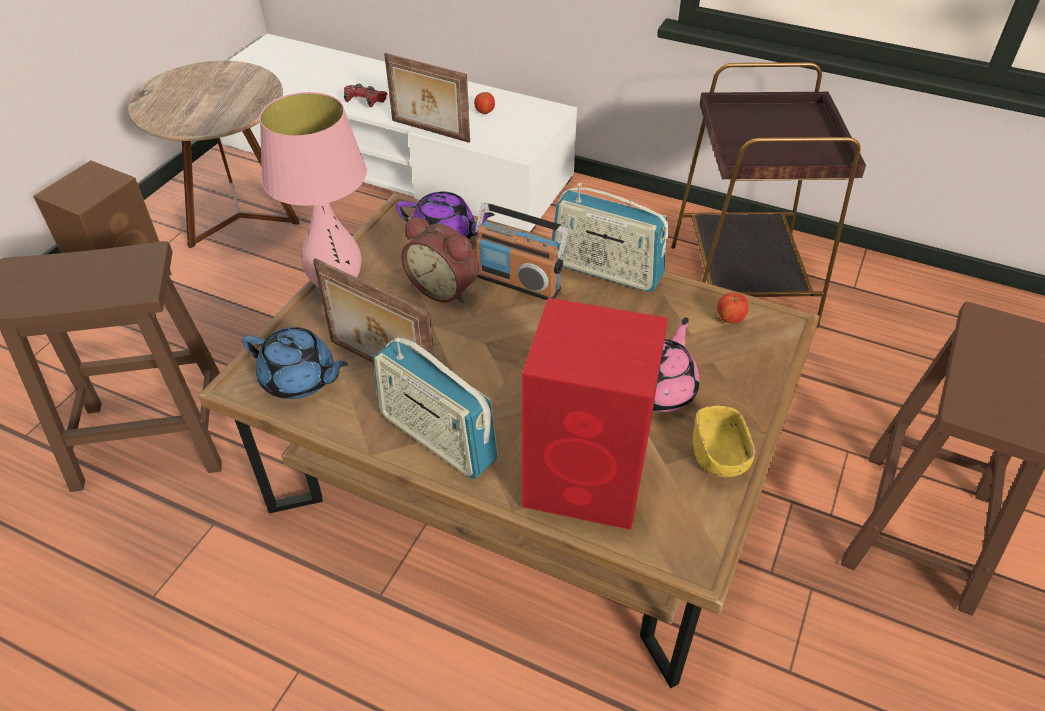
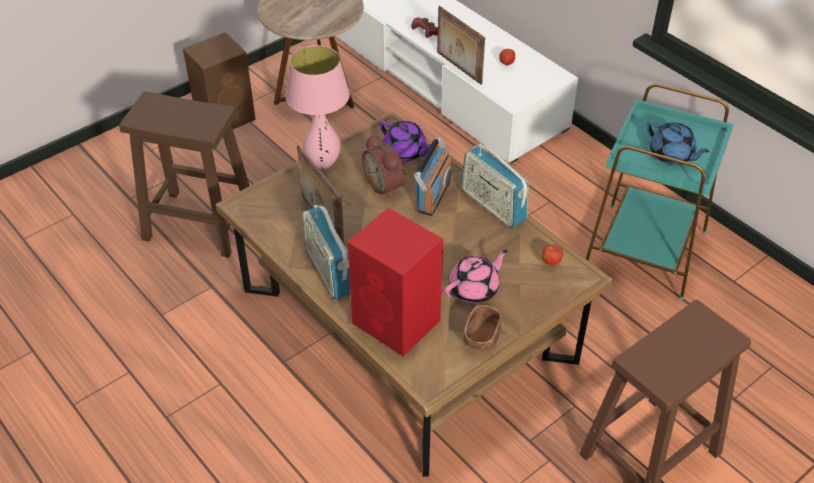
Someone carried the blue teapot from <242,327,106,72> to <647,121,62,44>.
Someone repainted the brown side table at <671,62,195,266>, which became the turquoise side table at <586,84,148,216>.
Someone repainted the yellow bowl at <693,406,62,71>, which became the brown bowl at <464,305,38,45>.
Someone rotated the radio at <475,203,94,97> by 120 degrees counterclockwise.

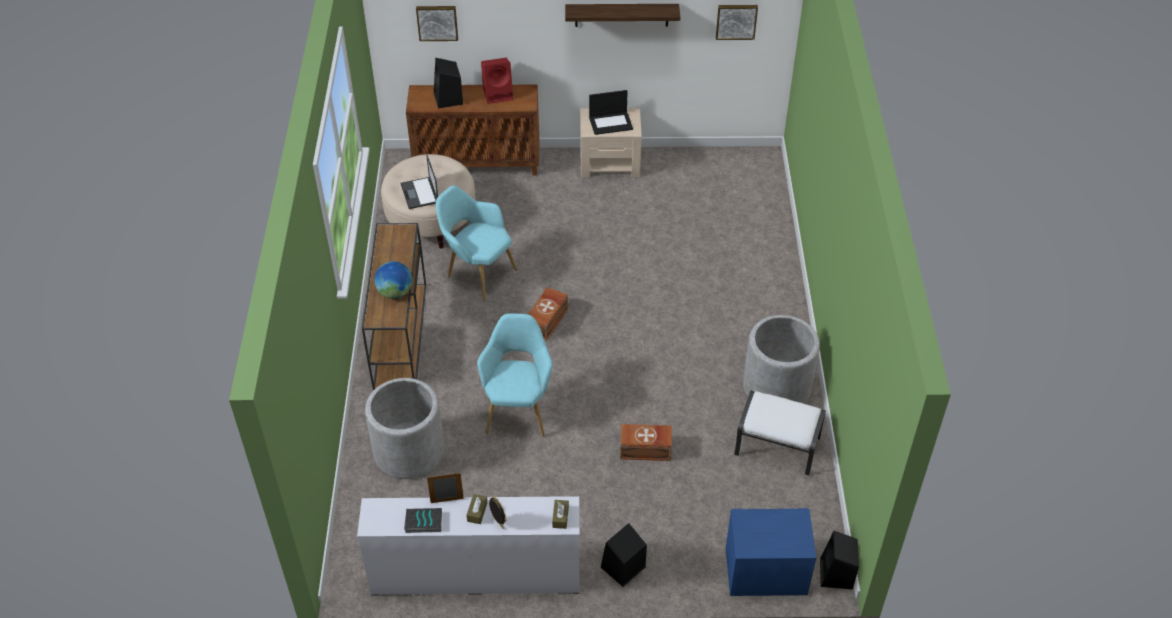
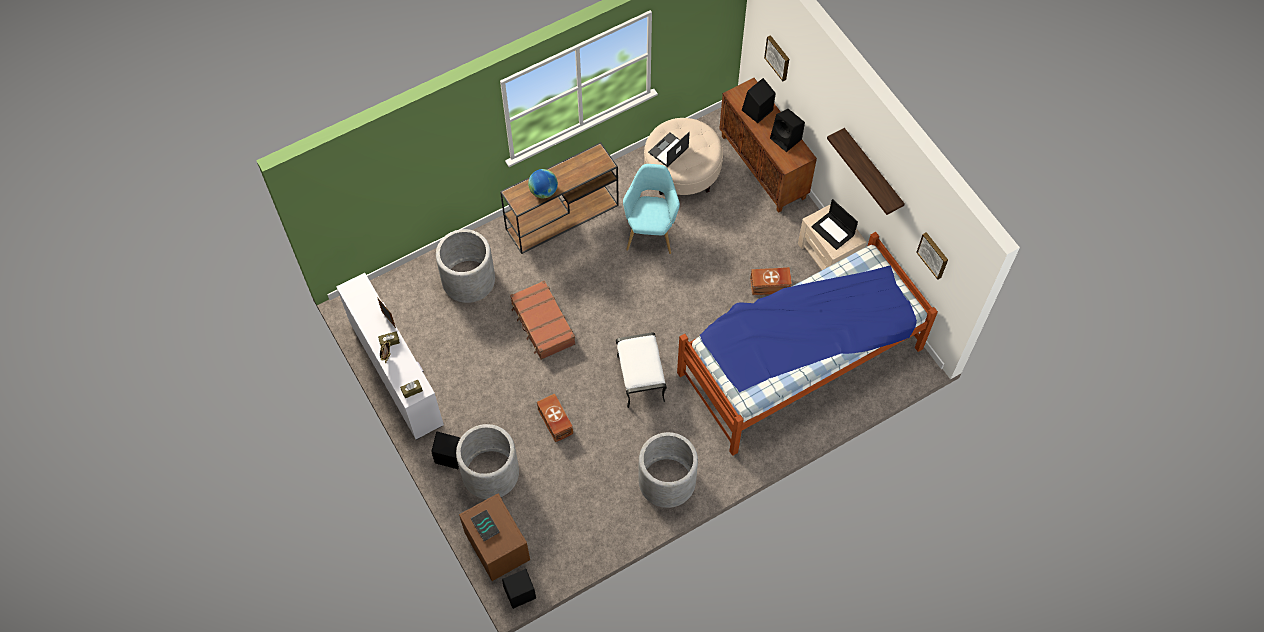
Someone put down the grey planter at <456,424,63,75>.
Someone put down the bed at <677,232,261,224>.
Someone carried the book from <404,508,38,25> to <471,510,29,31>.
Someone carried the brown storage box from <528,287,40,54> to <750,267,42,28>.
Someone carried the white ottoman from <734,391,92,85> to <616,333,51,75>.
Someone swapped the turquoise armchair at <477,313,75,124> for the brown suitcase at <510,280,65,80>.
Someone repainted the red speaker at <481,58,32,46>, which became the black speaker at <770,109,35,43>.
Someone repainted the blue nightstand at <726,508,90,88>, which became the brown nightstand at <459,494,71,87>.

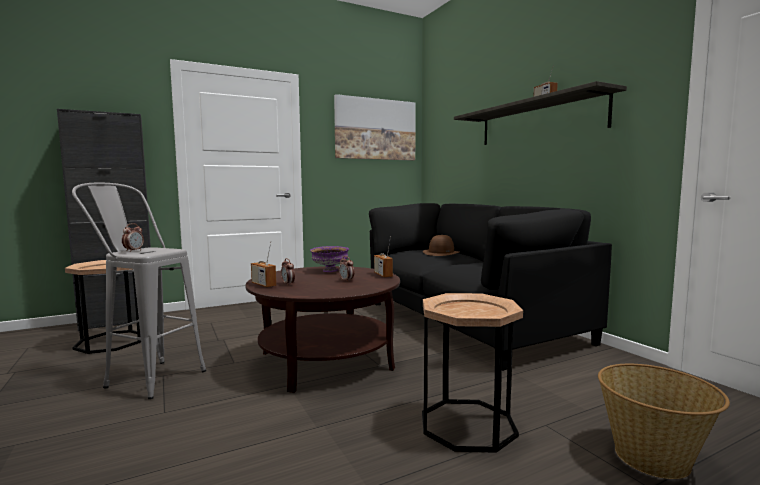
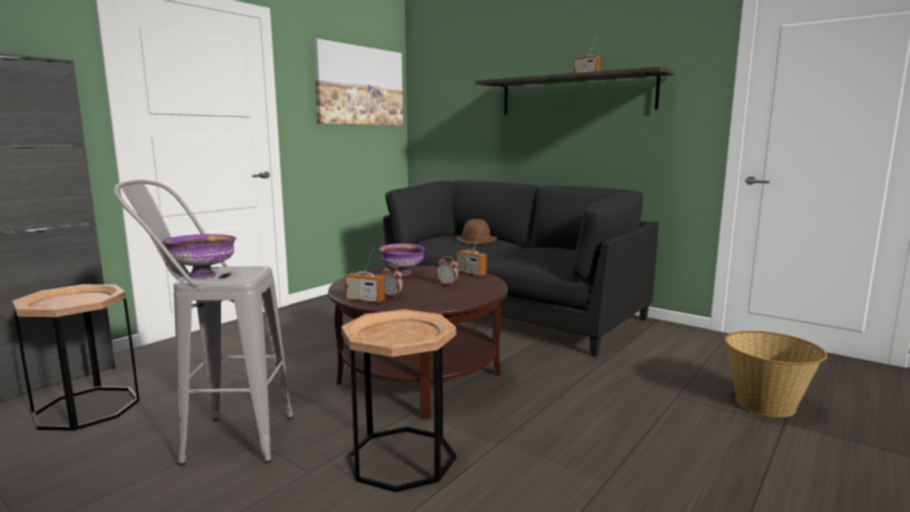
Someone carried the brown side table from <422,293,101,160> to <341,309,115,183>.
Someone swapped the alarm clock at <122,223,22,29> for the purple bowl at <162,234,75,44>.

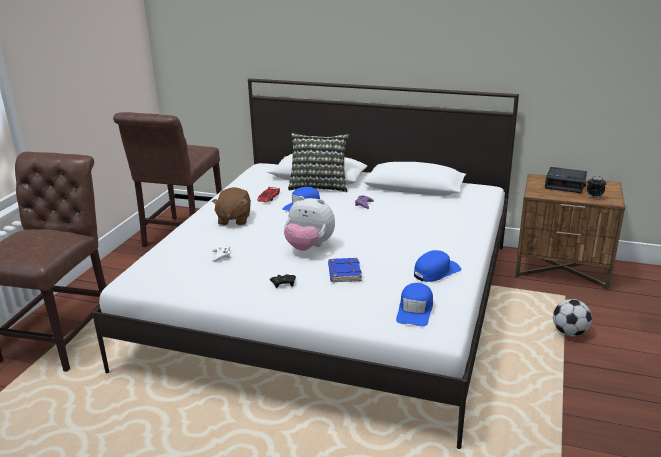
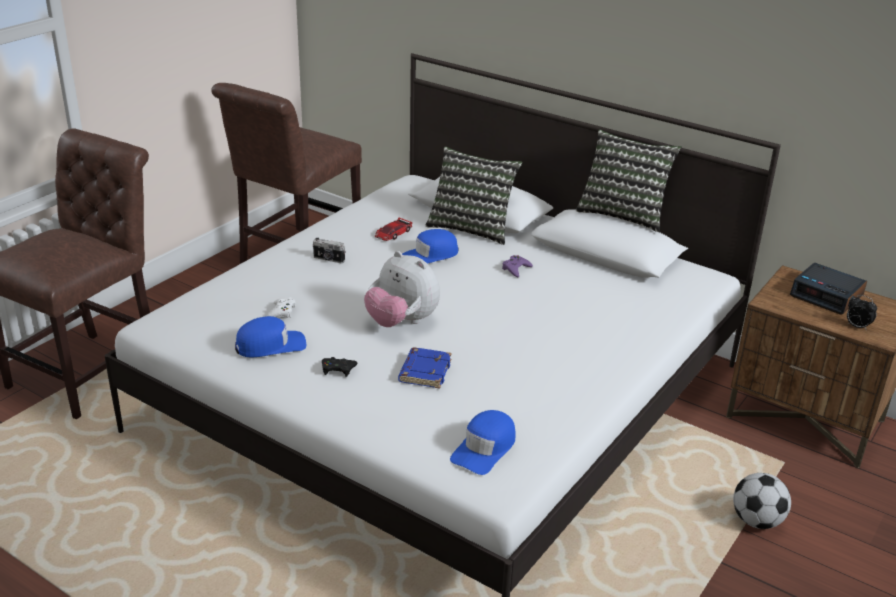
Someone put down the pillow at <576,130,106,102>.
Someone carried the blue cap from <414,250,48,32> to <235,316,71,41>.
Someone swapped the brown plush toy at <212,187,39,38> for the photo camera at <313,238,32,26>.

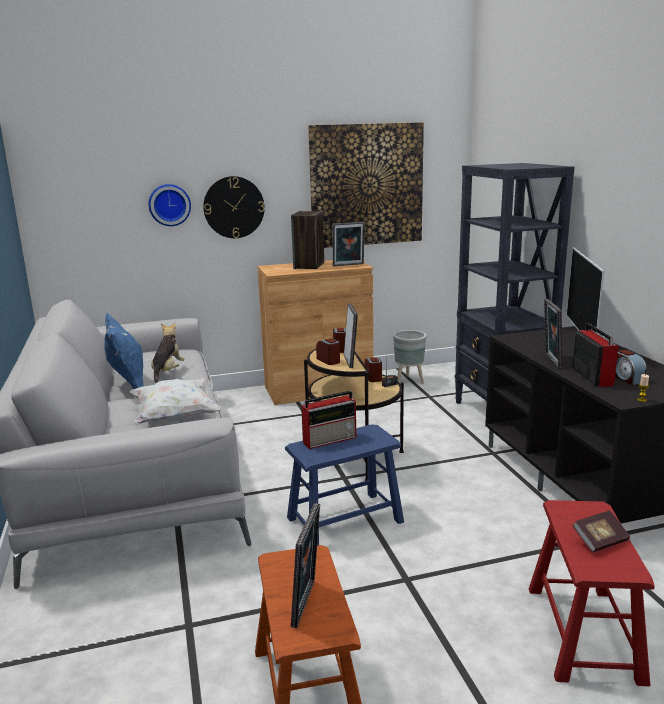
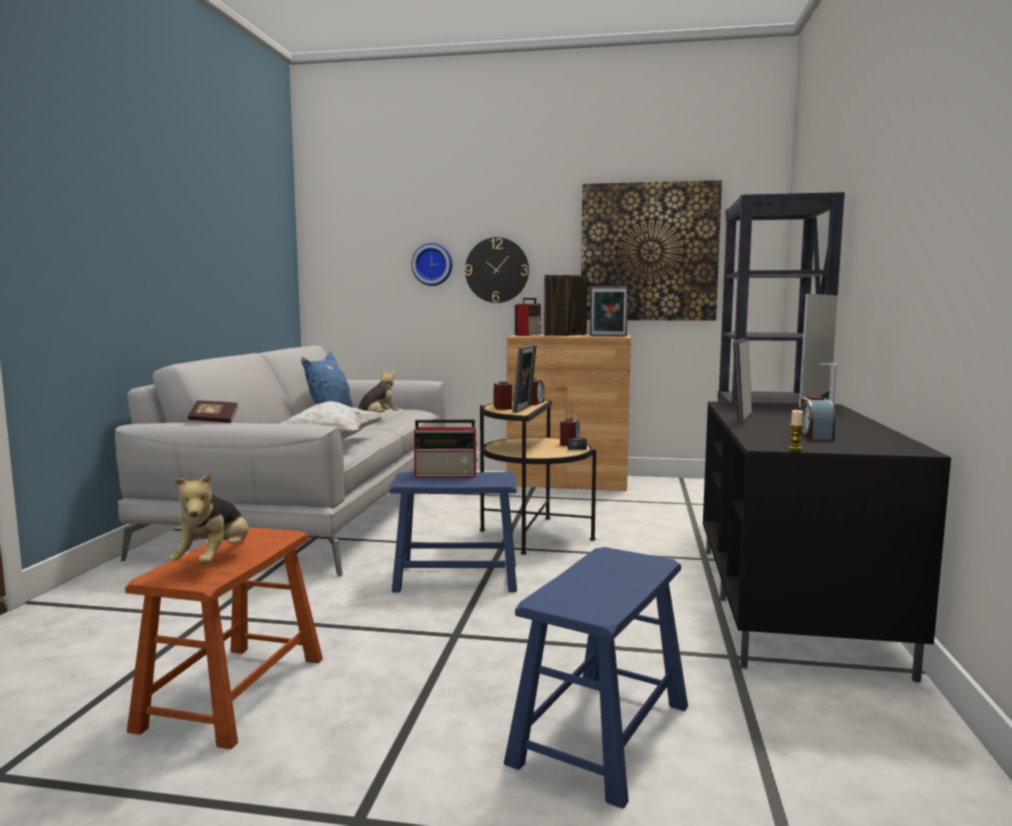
Someone took away the grey planter at <393,330,33,54>.
Someone carried the radio from <572,323,47,64> to <515,298,26,38>.
Someone carried the book from <572,510,58,42> to <188,401,50,22>.
Someone swapped the picture frame at <291,503,29,125> for the plush toy at <169,471,80,93>.
Someone repainted the red stool at <529,500,126,186>, which became the blue stool at <504,547,184,262>.

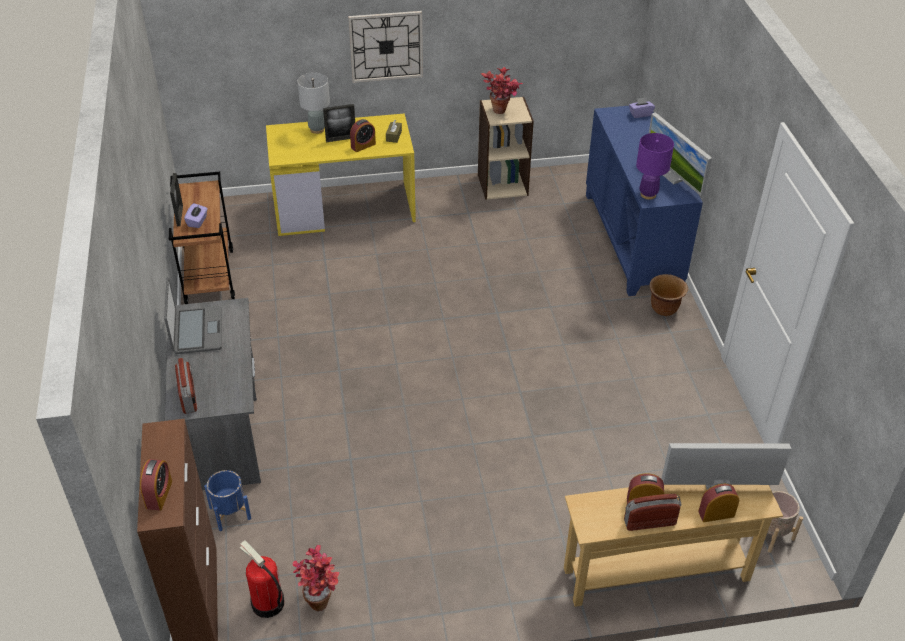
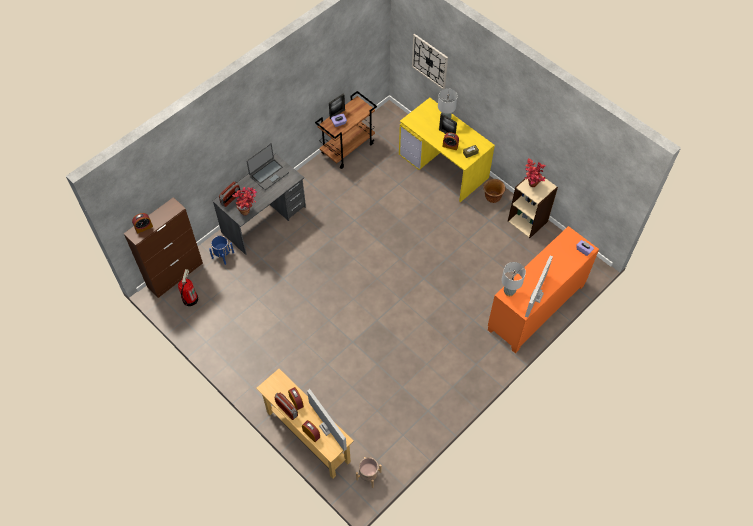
Someone carried the potted plant from <292,545,47,66> to <232,187,25,28>.
Someone carried the wall clock from <348,11,75,72> to <412,34,36,55>.
Someone carried the brown planter from <650,274,38,42> to <483,179,23,24>.
Someone repainted the blue cabinet at <586,106,117,190>, which became the orange cabinet at <488,226,111,128>.
Someone repainted the purple table lamp at <636,133,38,66>, which became the grey table lamp at <501,262,25,34>.

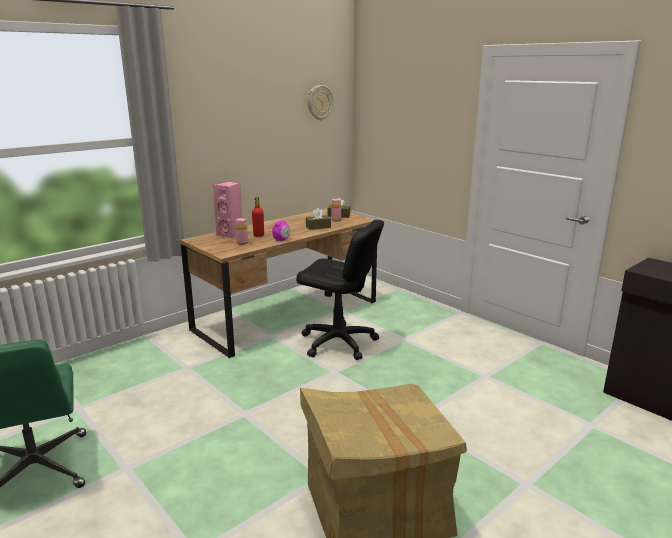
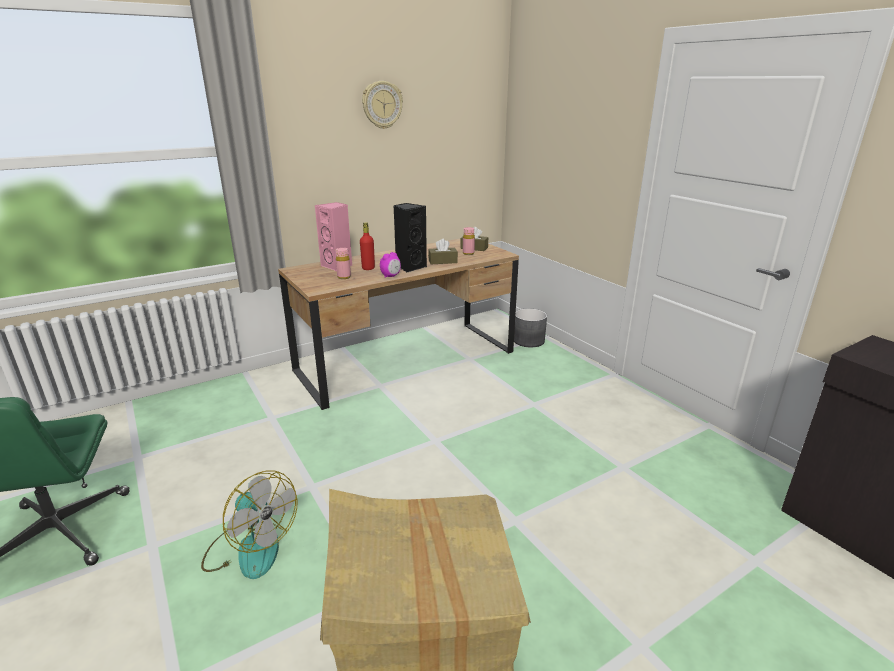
Someone took away the black office chair at <296,220,88,140>.
Someone put down the fan at <201,470,96,109>.
Someone put down the black speaker at <393,203,34,70>.
Someone put down the grey planter at <514,309,33,38>.
Someone carried the wall clock from <307,85,27,35> to <362,81,41,48>.

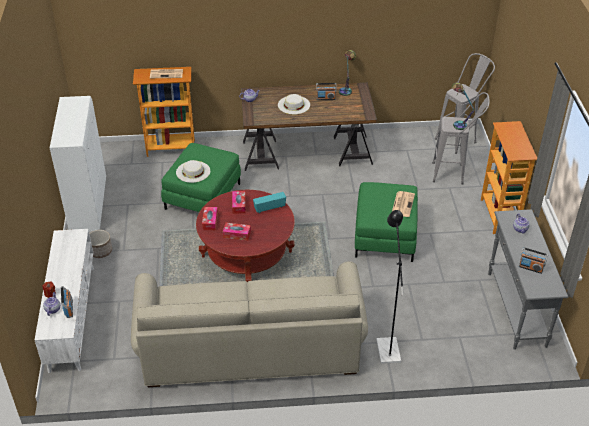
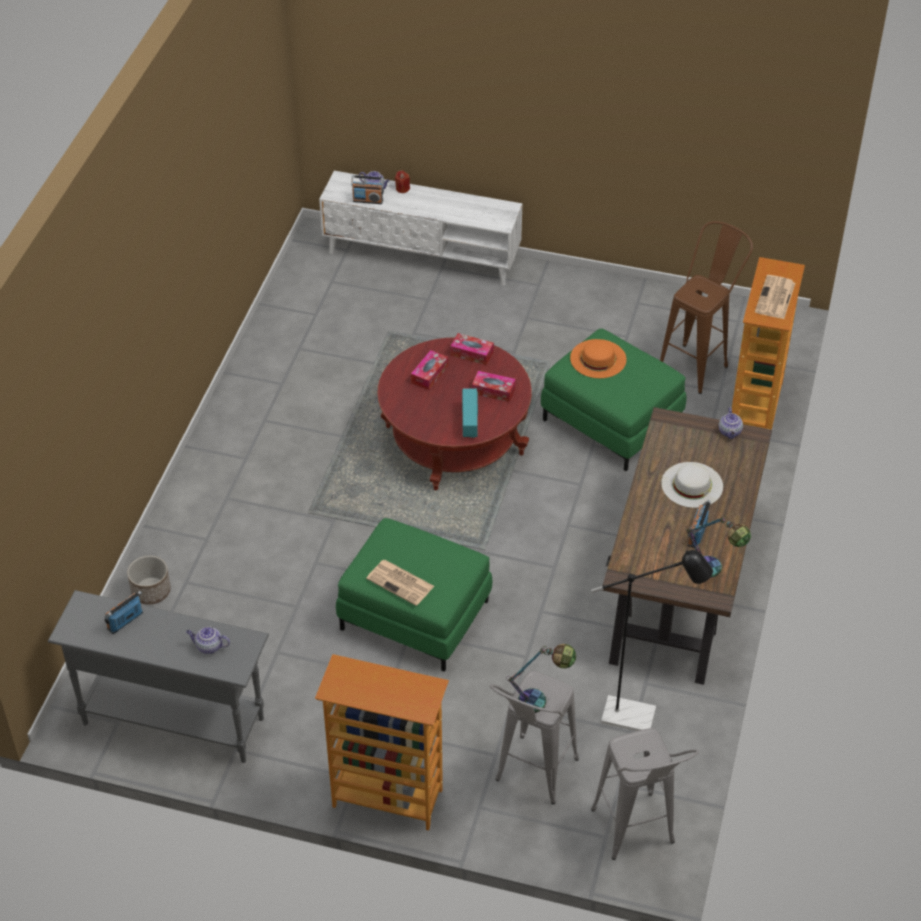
Someone took away the white cabinet at <50,96,56,135>.
Someone took away the beige sofa at <131,261,237,126>.
Someone put down the brown stool at <660,221,93,173>.
Someone carried the planter from <89,230,23,28> to <127,556,44,49>.
Someone carried the black floor lamp from <376,210,28,154> to <591,550,122,181>.
Someone repainted the white hat at <176,160,34,23>, which became the orange hat at <570,339,56,39>.

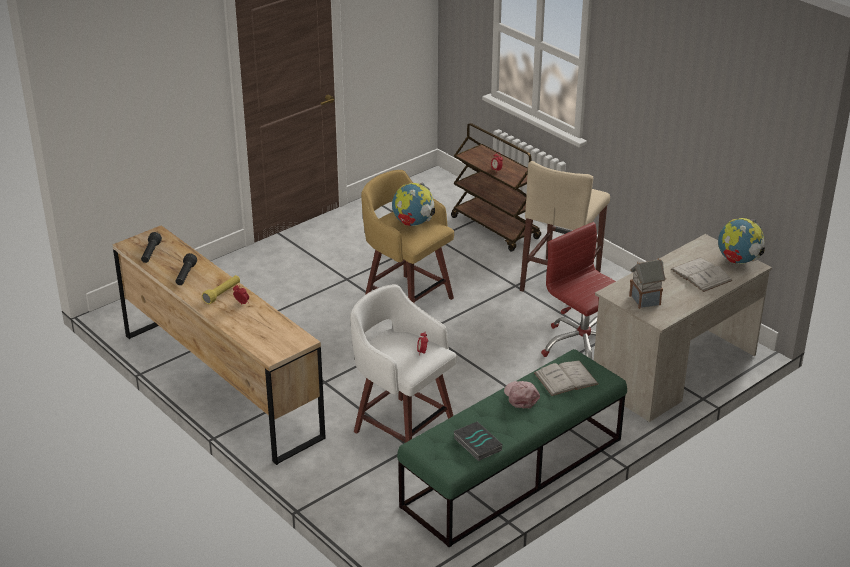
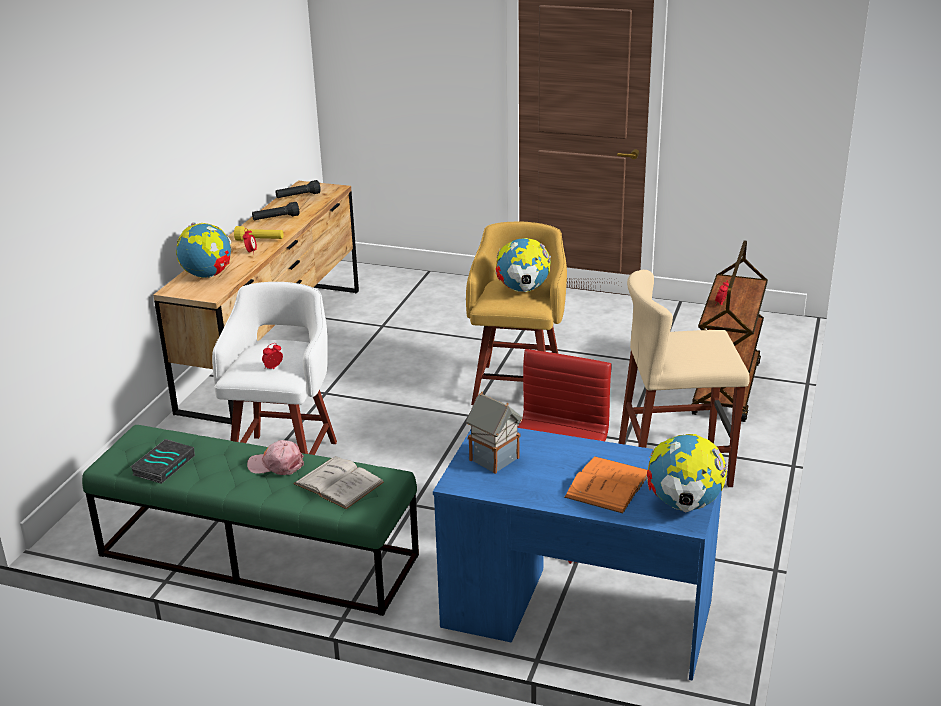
Someone put down the globe at <176,222,56,56>.
Someone repainted the beige desk at <594,234,178,188>, which became the blue desk at <433,428,289,253>.
Someone repainted the white book at <671,258,62,34>, which became the orange book at <564,457,84,57>.
Someone rotated the pink cap at <504,381,36,27> by 120 degrees counterclockwise.

